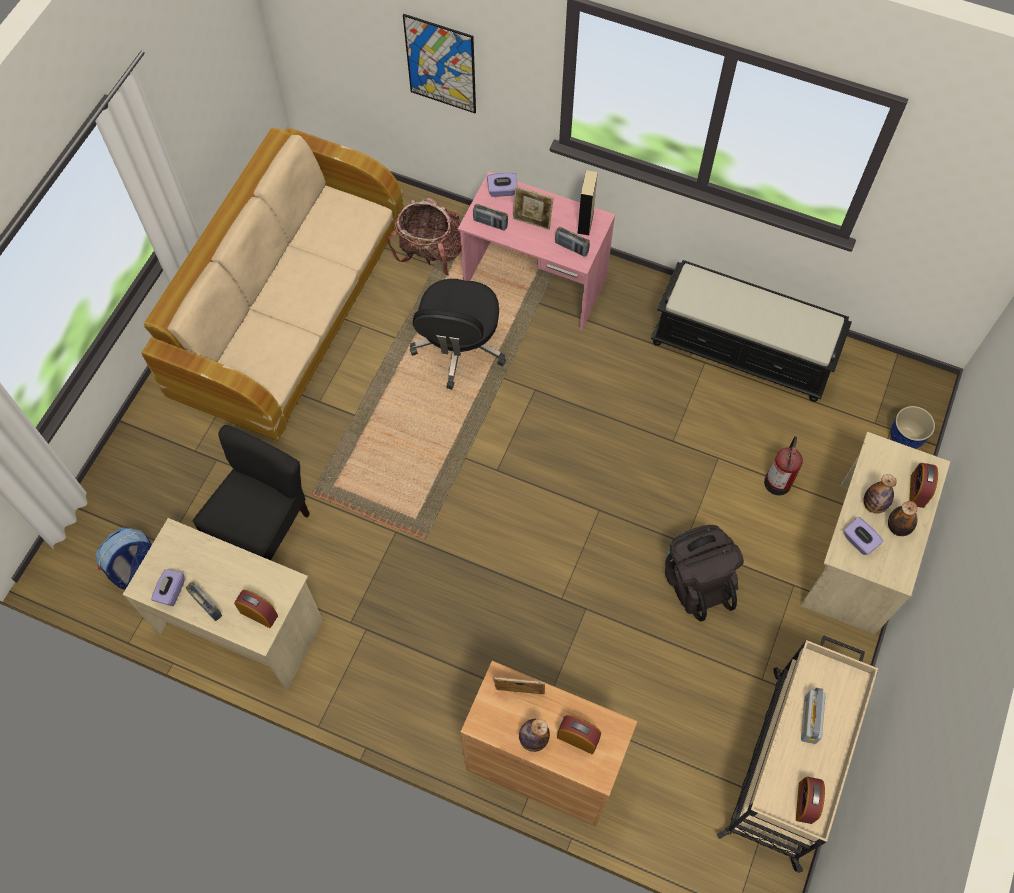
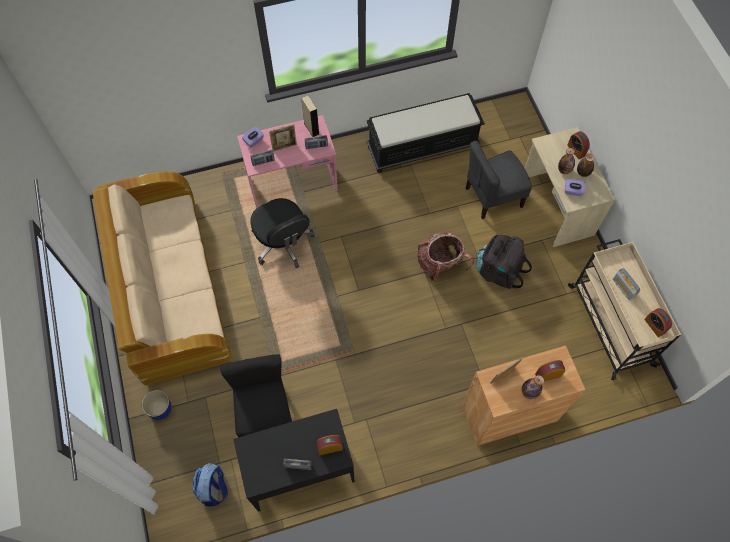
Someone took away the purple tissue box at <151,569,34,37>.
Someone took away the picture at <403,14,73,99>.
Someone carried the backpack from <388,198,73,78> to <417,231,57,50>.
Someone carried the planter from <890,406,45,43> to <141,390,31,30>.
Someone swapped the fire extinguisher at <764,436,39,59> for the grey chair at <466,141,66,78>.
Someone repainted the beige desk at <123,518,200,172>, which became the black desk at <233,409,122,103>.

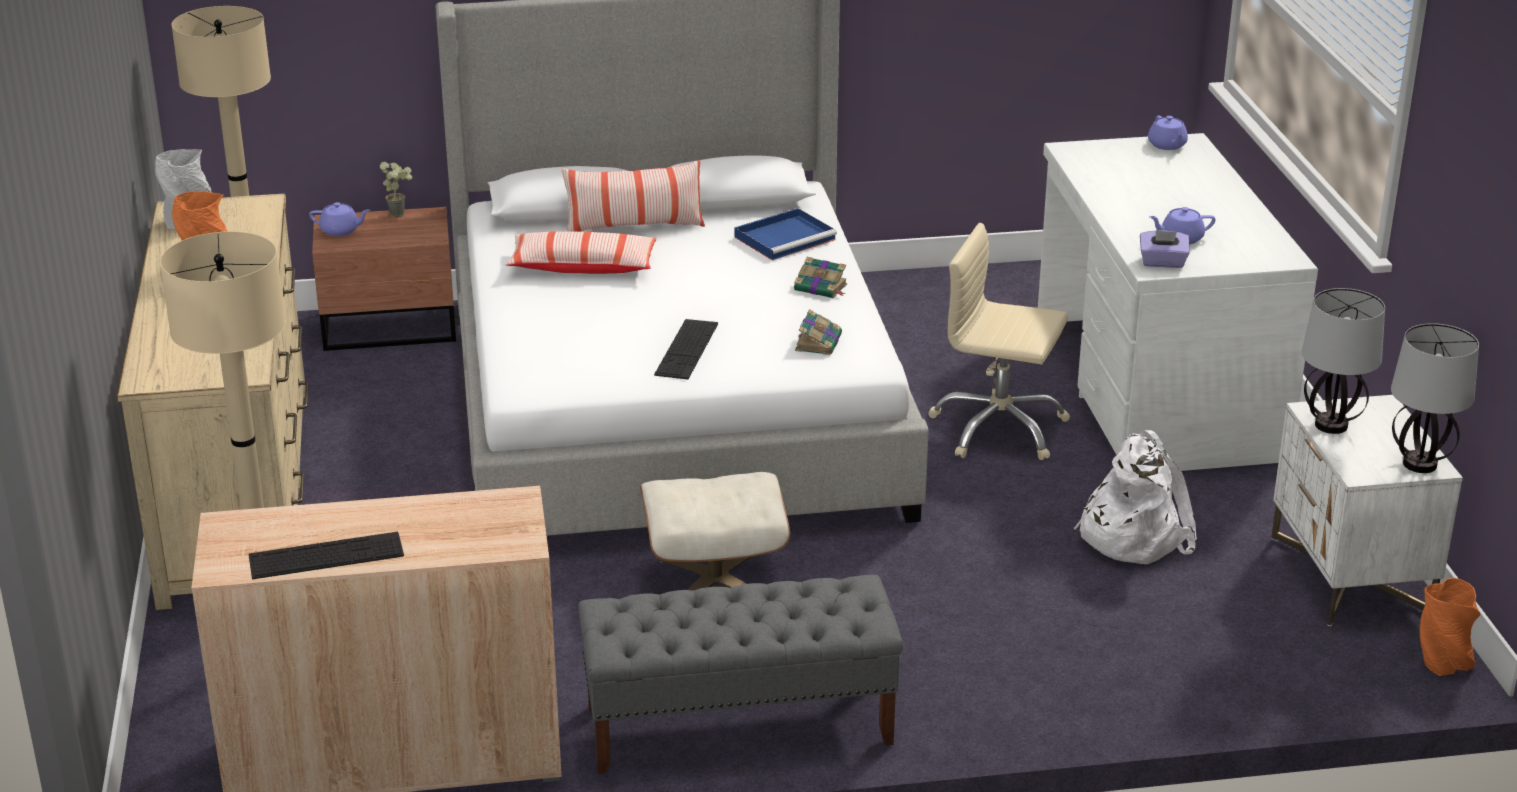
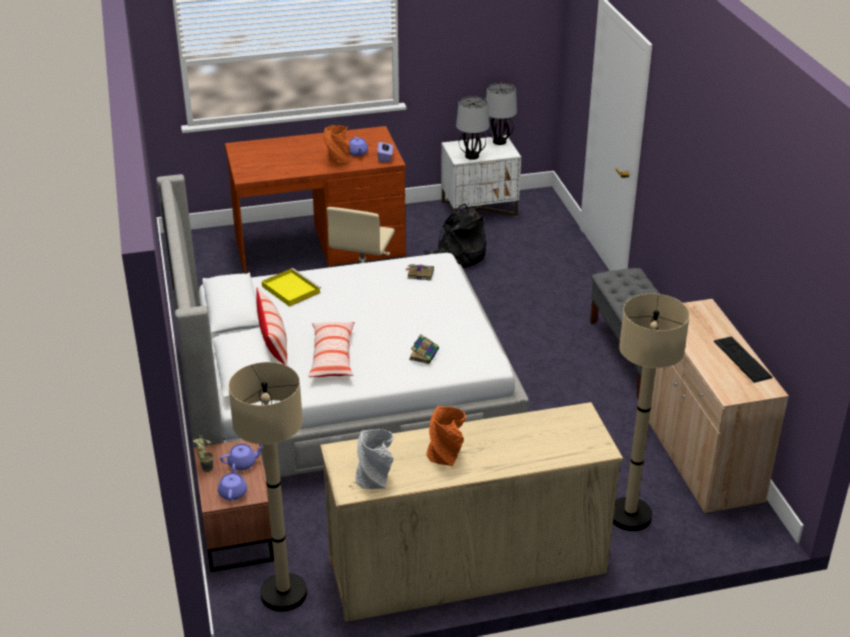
Someone took away the beige ottoman at <640,472,150,119>.
Someone took away the keyboard at <654,319,64,60>.
Someone carried the book from <794,257,53,41> to <409,334,30,30>.
Someone carried the purple teapot from <1148,116,40,34> to <220,444,43,26>.
Someone carried the orange vase from <1420,578,60,98> to <324,125,26,41>.
Someone repainted the blue tray at <734,208,103,52>, which became the yellow tray at <262,268,59,39>.
Someone repainted the white desk at <1038,133,280,338>, which became the brown desk at <225,126,181,148>.
Someone repainted the white backpack at <1073,430,124,134>, which became the black backpack at <424,204,63,64>.

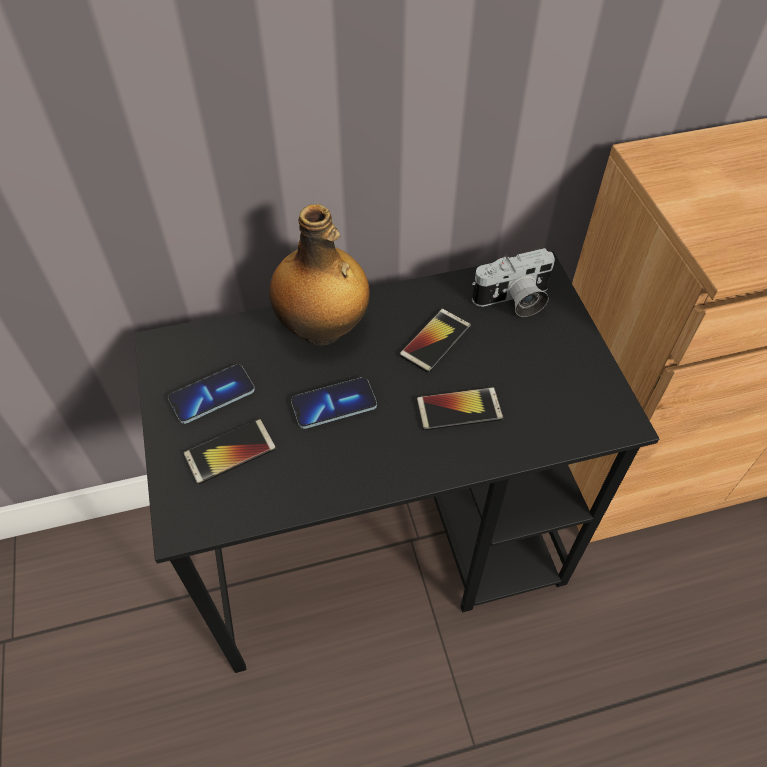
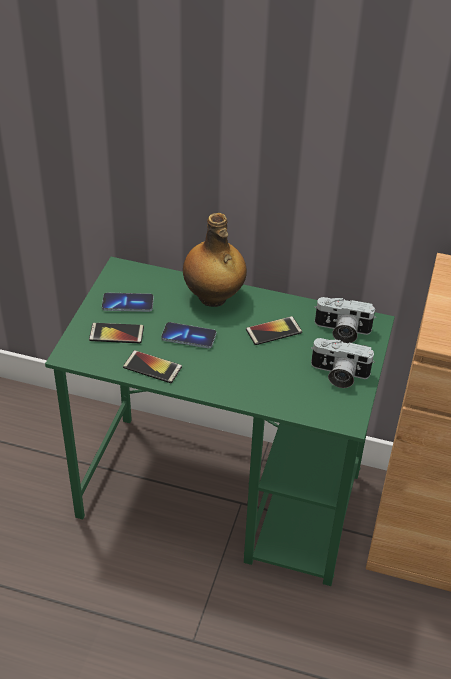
Someone put down the photo camera at <311,338,64,50>.
Someone carried the phone from <416,387,87,43> to <123,350,59,33>.
Someone repainted the black desk at <134,252,526,421>, which became the green desk at <45,257,350,329>.

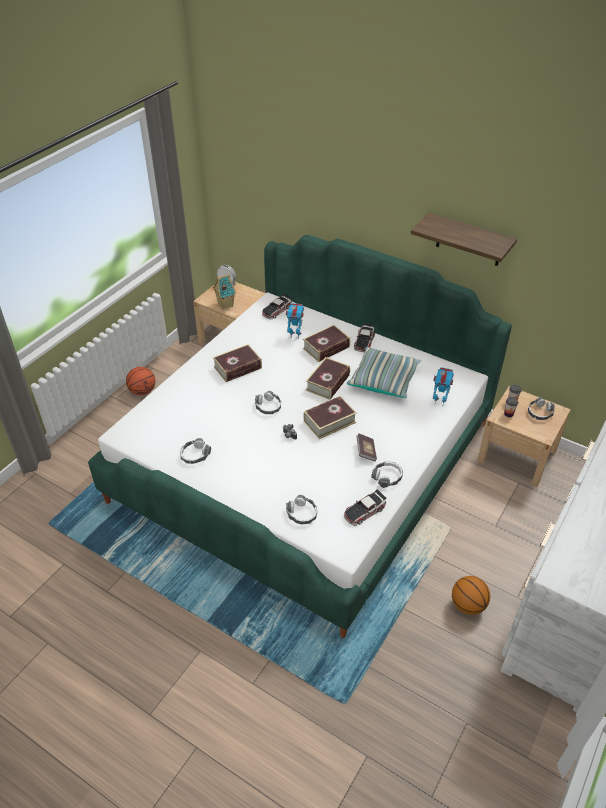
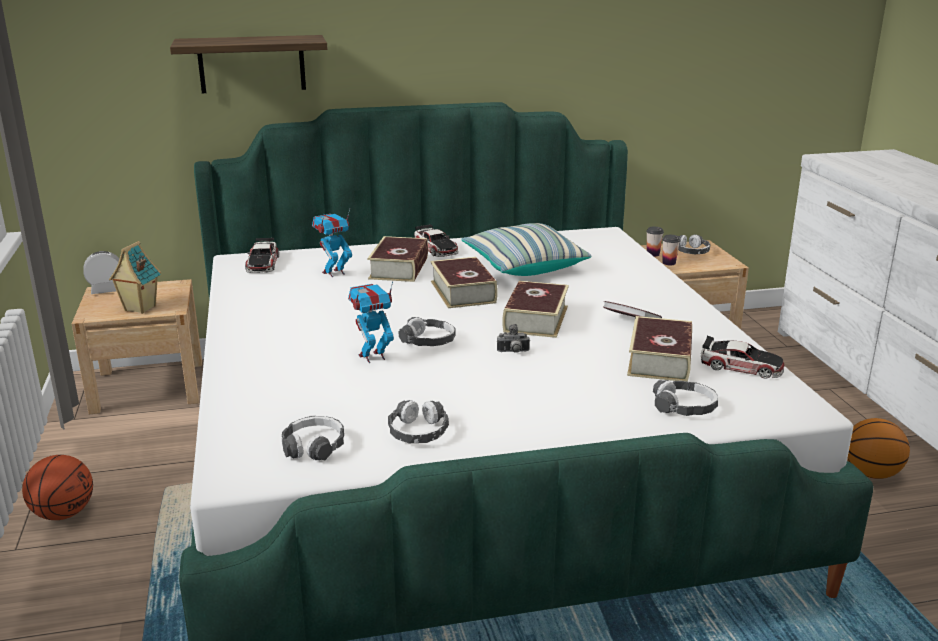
Someone carried the book from <213,344,49,38> to <627,316,65,66>.
Someone carried the headphones from <371,462,32,26> to <282,416,62,44>.
Someone carried the shelf from <411,213,106,53> to <170,35,157,58>.
Someone carried the toy robot from <433,367,21,37> to <348,281,46,82>.
Someone rotated the toy car at <344,489,42,37> by 75 degrees counterclockwise.

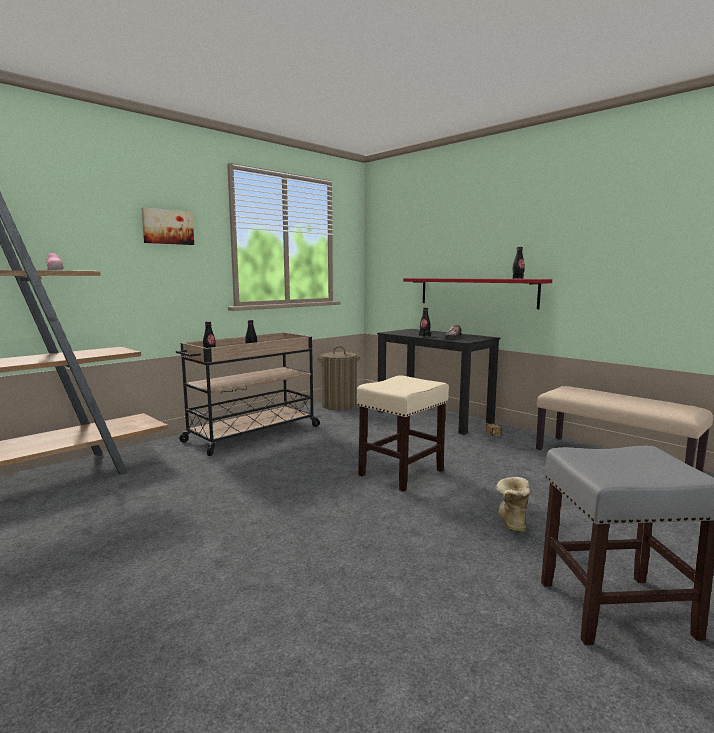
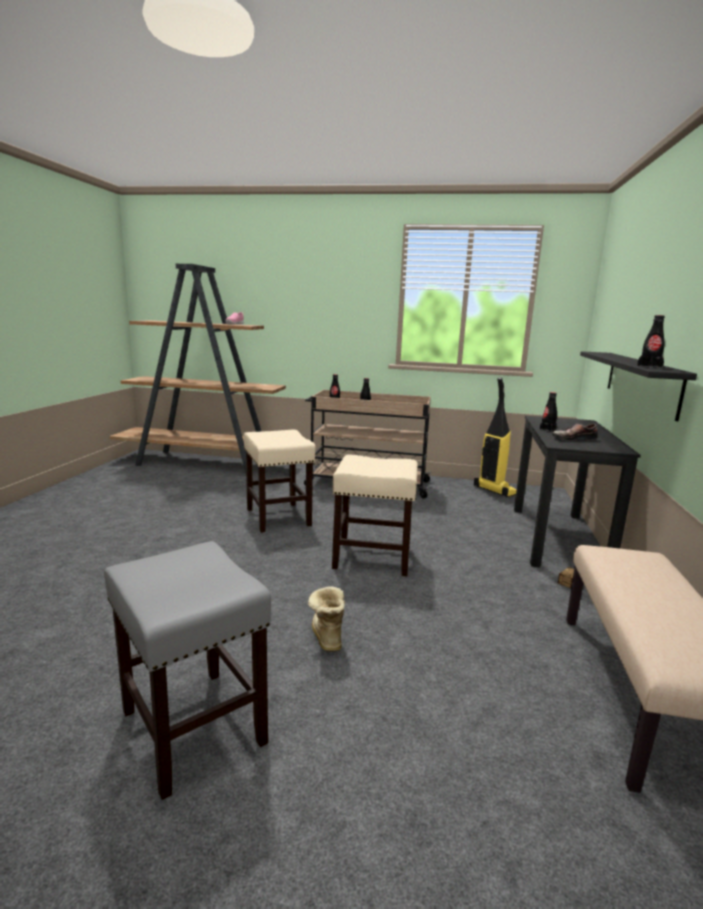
Someone took away the picture at <141,208,53,37>.
Someone put down the beige stool at <244,430,72,103>.
Someone swapped the laundry basket at <316,346,45,64> for the vacuum cleaner at <474,377,43,120>.
Someone repainted the red shelf at <403,278,149,31>, which became the black shelf at <580,351,117,70>.
Someone rotated the boot at <496,477,34,55> by 75 degrees counterclockwise.

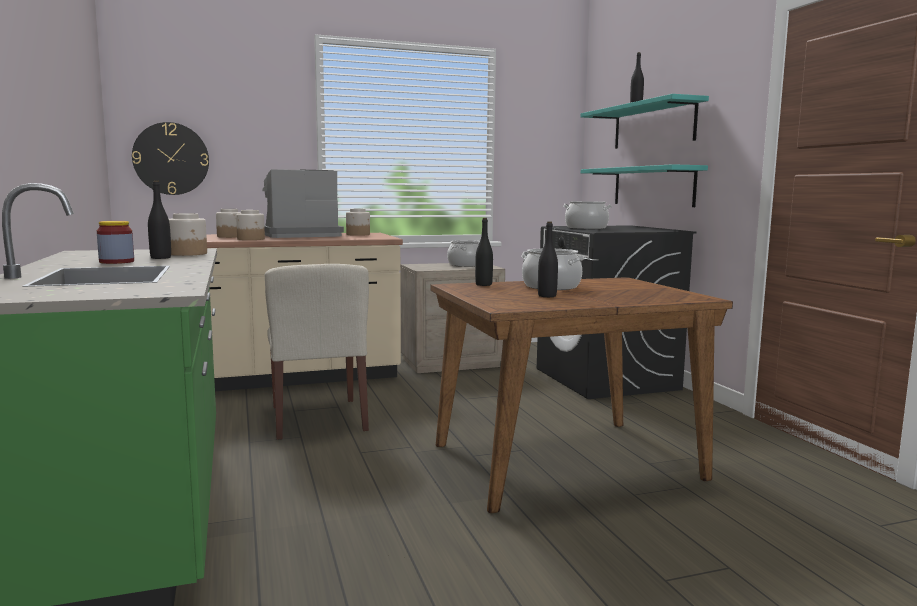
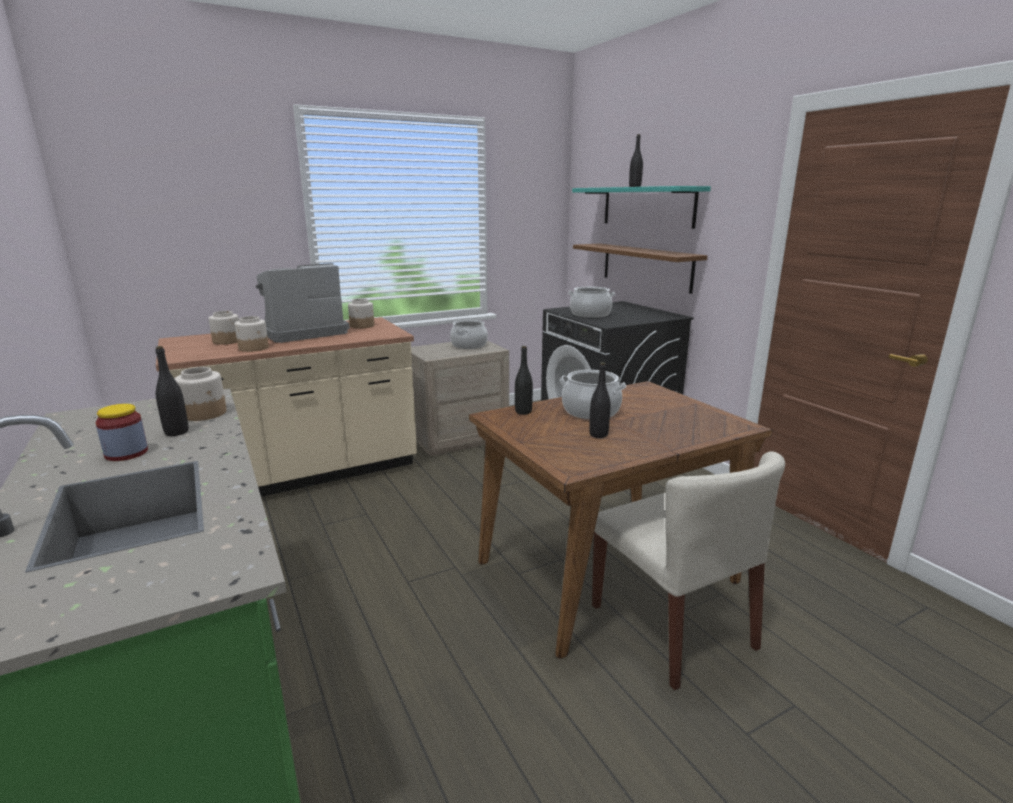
Someone took away the wall clock at <132,122,77,73>.
Someone carried the beige chair from <265,264,104,176> to <592,451,193,239>.
Someone repainted the turquoise shelf at <581,164,127,43>, which became the brown shelf at <573,243,134,51>.

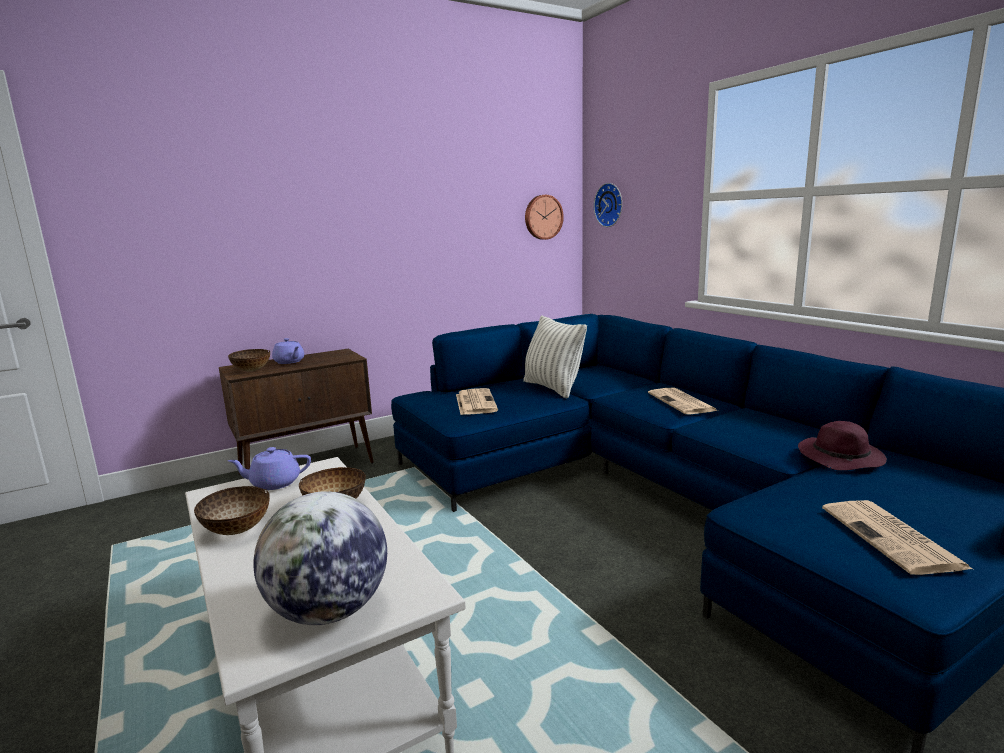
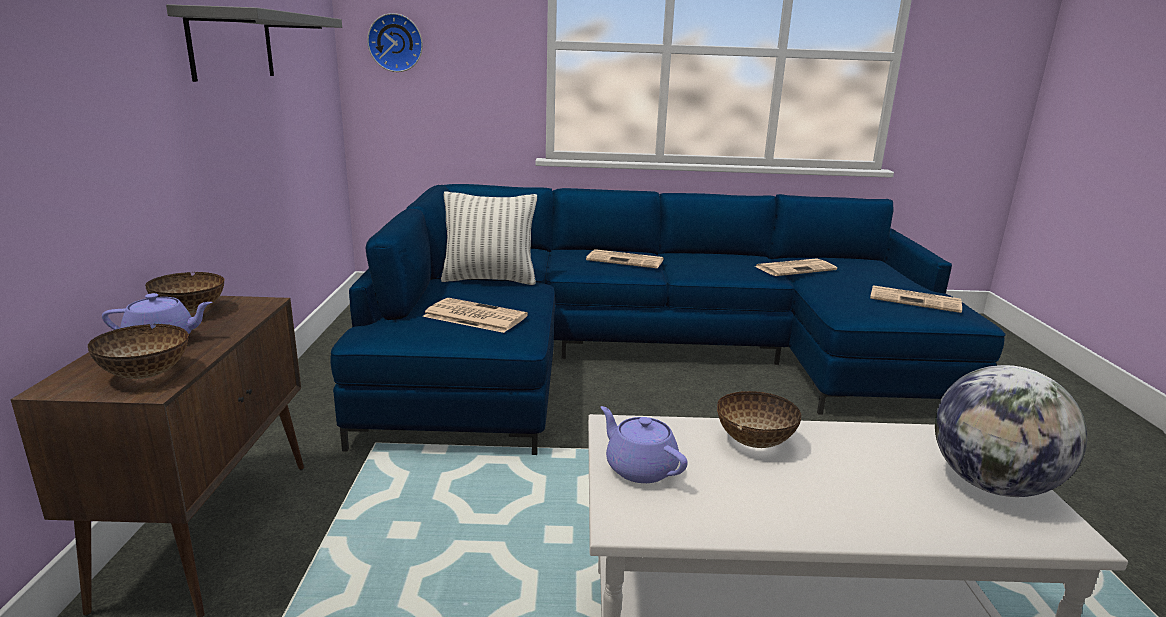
Someone took away the wall clock at <525,195,39,45>.
Someone put up the grey shelf at <166,4,176,78>.
Someone carried the bowl from <194,486,76,49> to <145,272,80,41>.
Someone swapped the purple hat at <798,421,89,50> for the newspaper at <755,258,82,18>.
Someone rotated the purple teapot at <228,447,83,43> by 120 degrees clockwise.

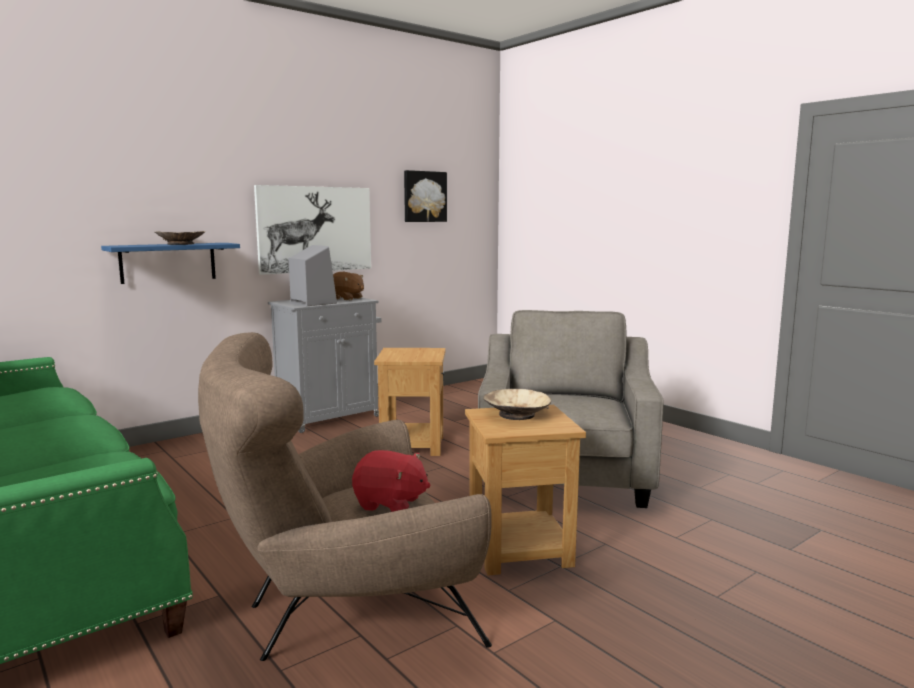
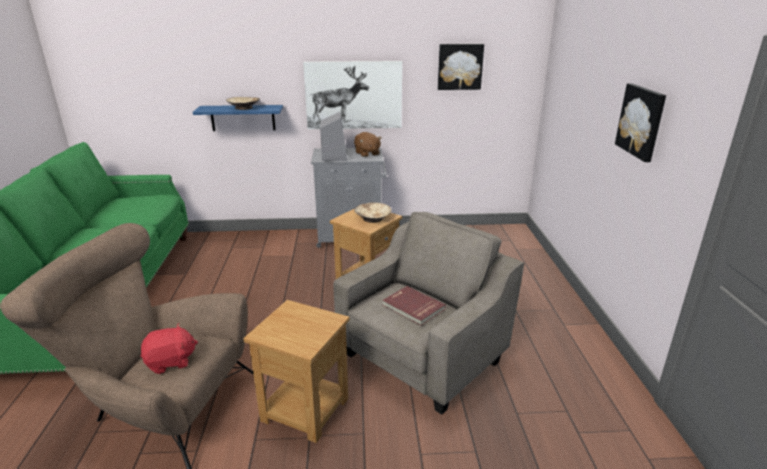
Someone put down the red book at <382,286,64,40>.
Someone put up the picture at <615,83,51,79>.
Someone carried the beige bowl from <484,389,67,31> to <354,202,38,21>.
Someone rotated the red plush toy at <352,450,79,62> by 75 degrees counterclockwise.

